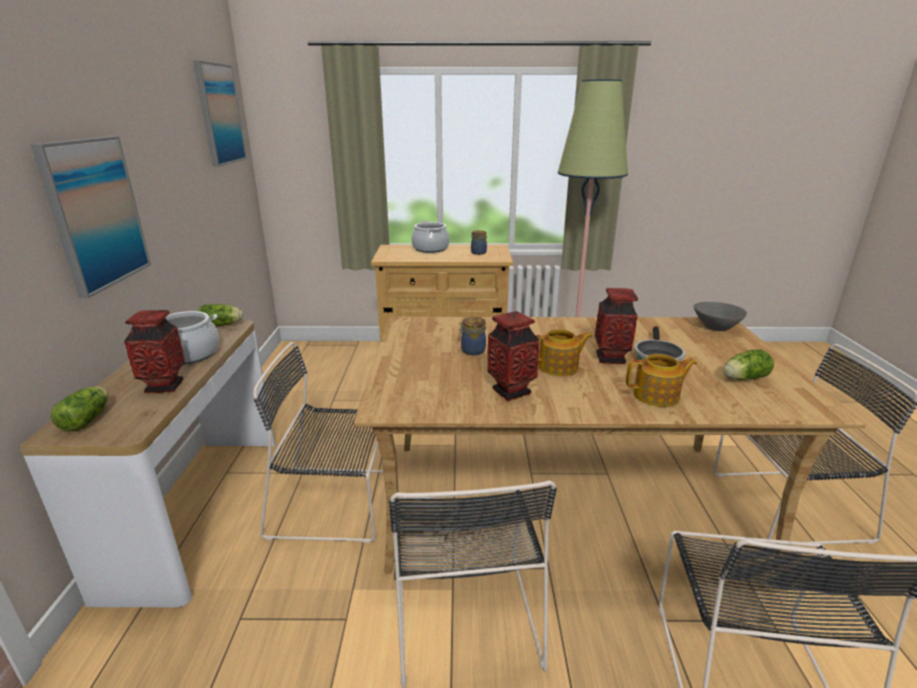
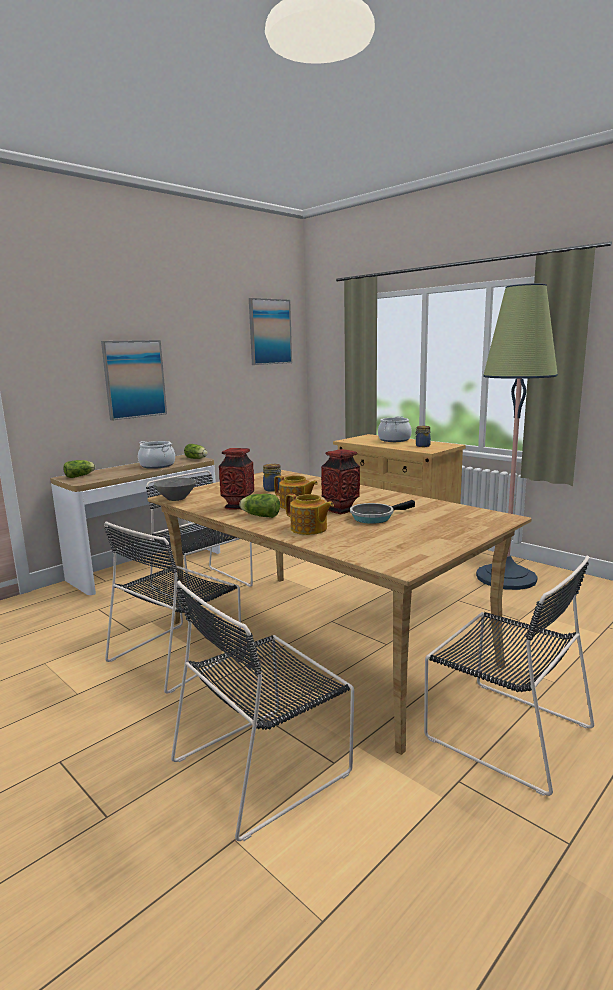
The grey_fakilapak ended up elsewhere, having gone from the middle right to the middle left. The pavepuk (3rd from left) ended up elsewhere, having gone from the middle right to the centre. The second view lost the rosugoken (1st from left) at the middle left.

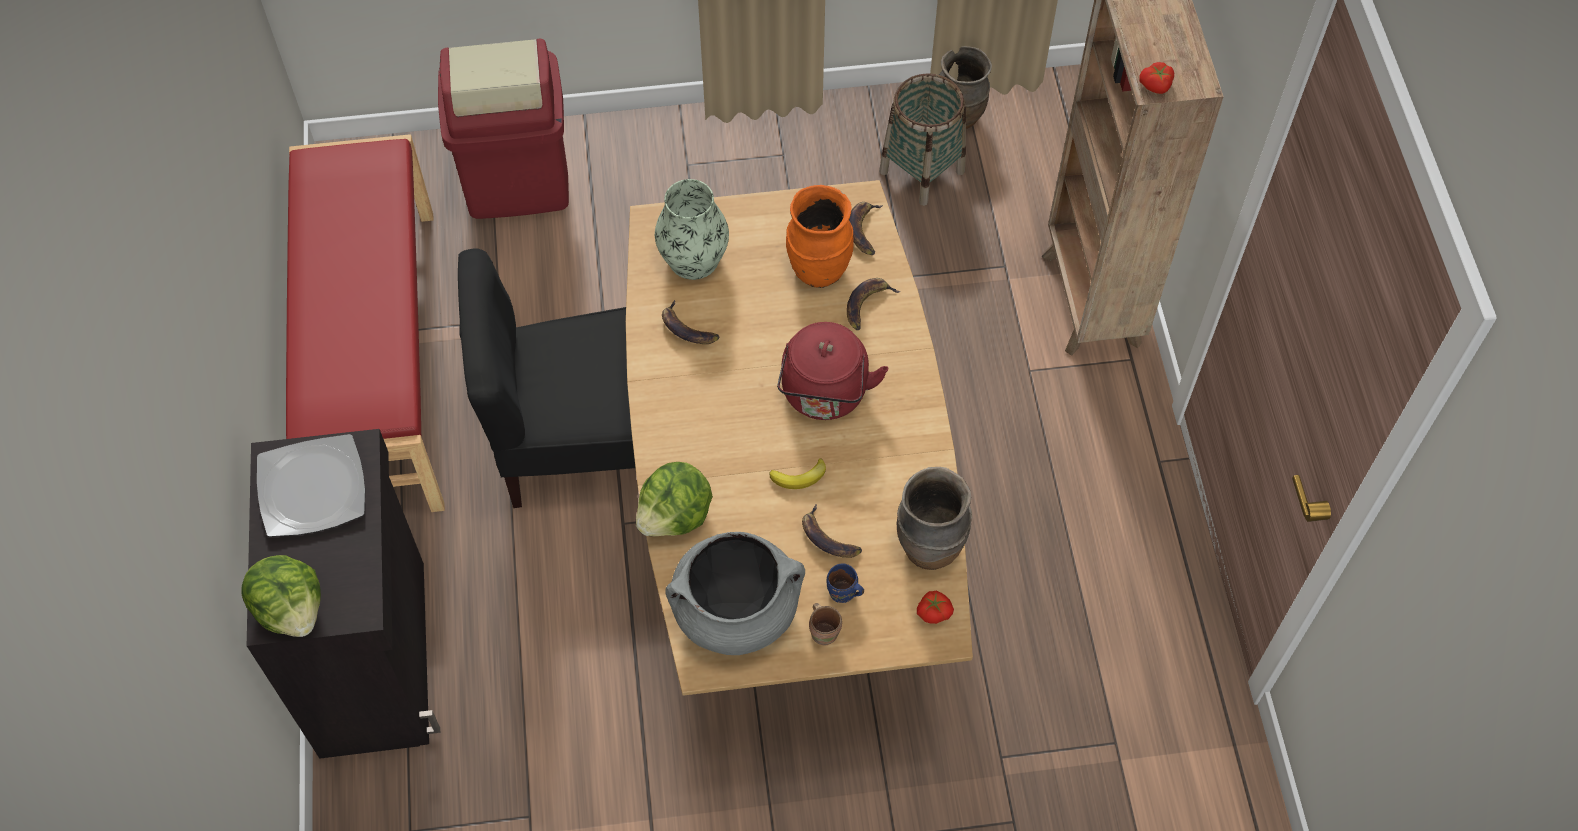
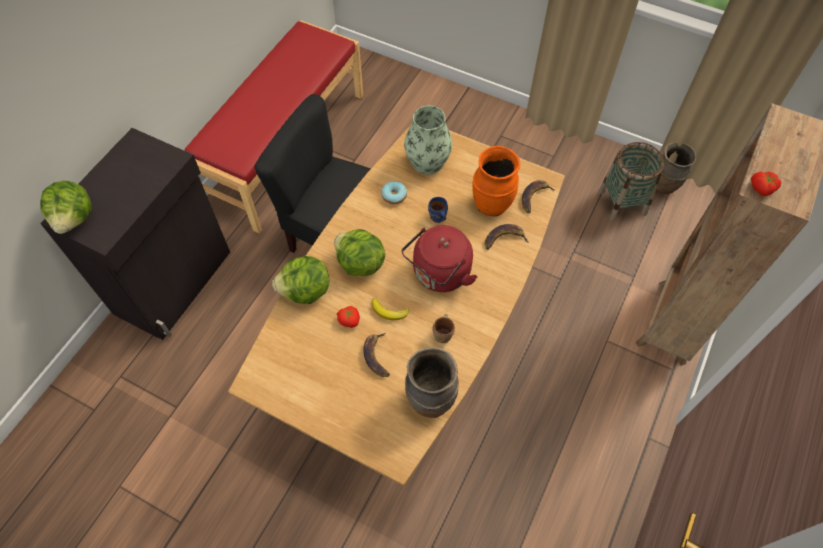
The second view gained the pavepuk (3rd from left) at the centre. The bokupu (1st from left) ended up elsewhere, having gone from the bottom centre to the centre. Where the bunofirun (1st from left) stood at the centre, the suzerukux came to stand at the centre. The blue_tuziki ended up elsewhere, having gone from the bottom centre to the centre. The brown_tuziki ended up elsewhere, having gone from the bottom centre to the centre. The second view lost the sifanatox at the middle left. The second view lost the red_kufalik at the top left. The second view lost the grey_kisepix at the bottom centre.

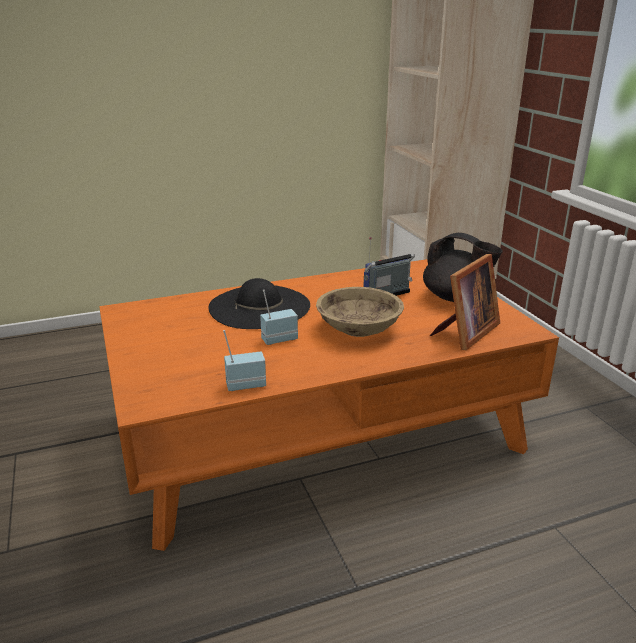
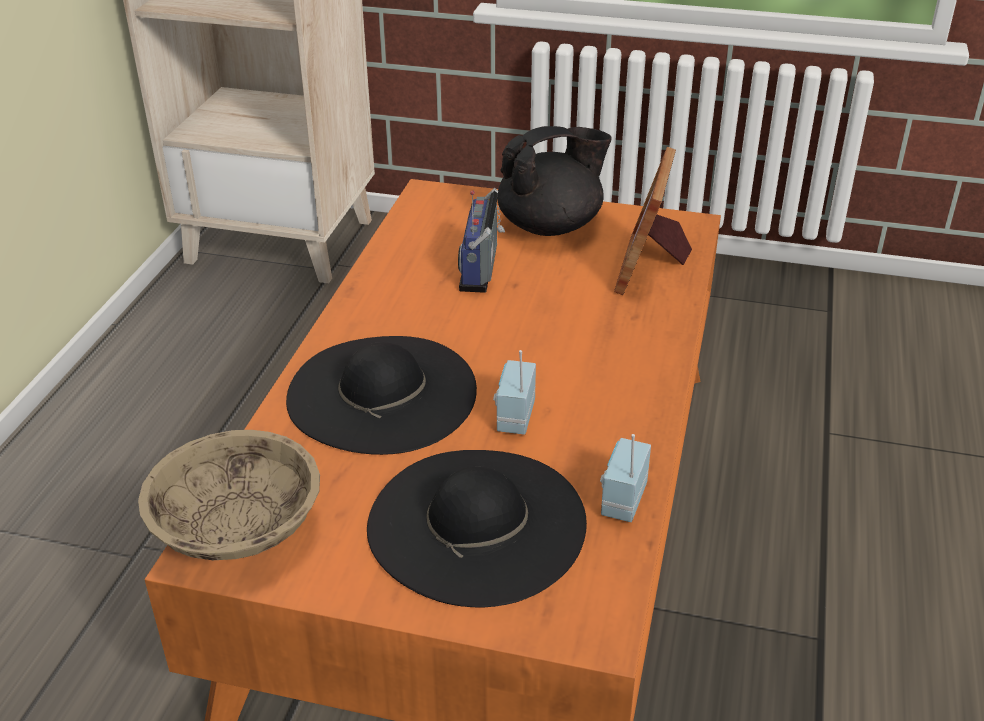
The beige_fakilapak ended up elsewhere, having gone from the centre to the bottom left. The second view gained the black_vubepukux (2nd from left) at the bottom centre. The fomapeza at the middle right ended up facing another way, 150 degrees counterclockwise from before.

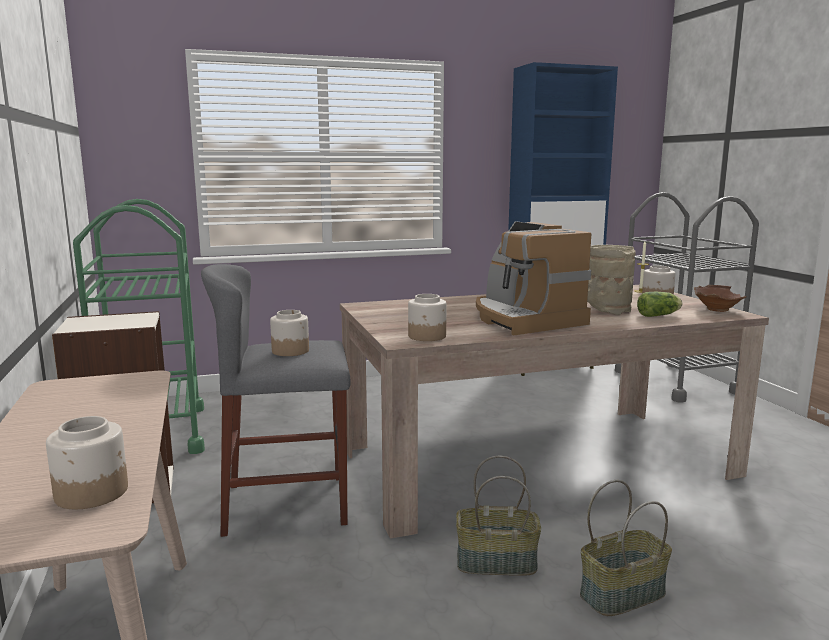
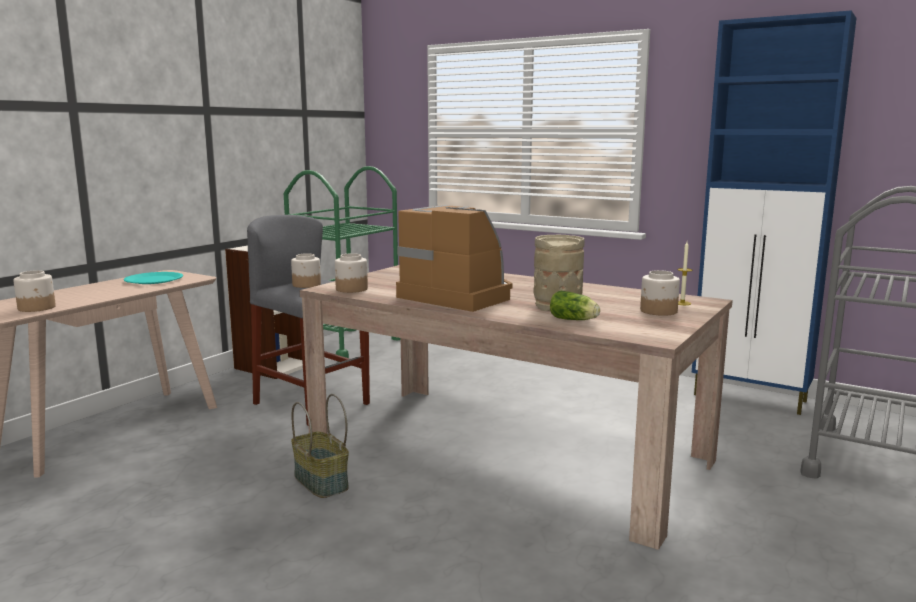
The second view gained the turquoise_sifanatox at the middle left. The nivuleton at the centre ended up facing another way, 105 degrees clockwise from before. The second view lost the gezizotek (2nd from left) at the bottom right. The second view lost the brown_fakilapak at the middle right.

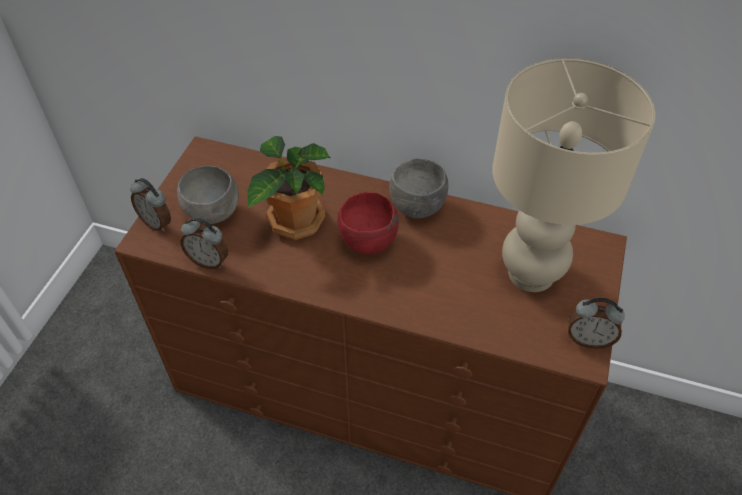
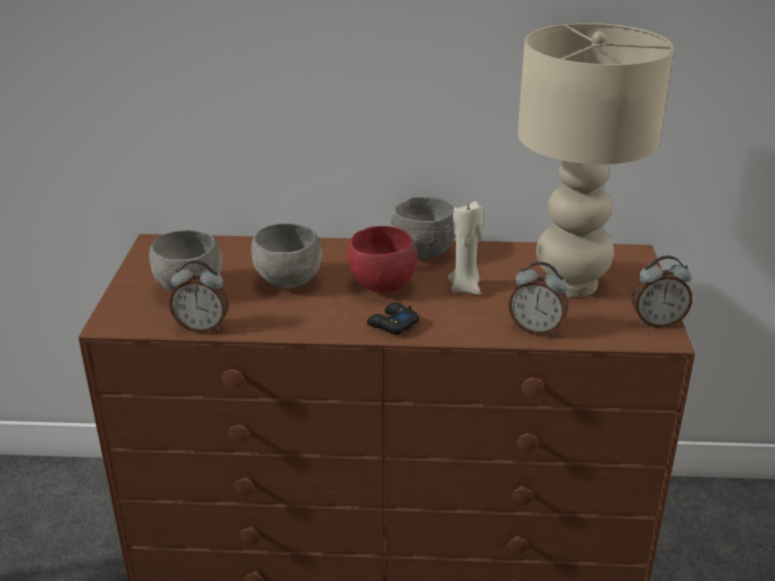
Where the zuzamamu stood at the centre, the grey_fakilapak (2nd from left) came to stand at the centre. The second view gained the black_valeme at the centre. The second view gained the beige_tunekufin at the centre. The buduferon (1st from left in the first image) ended up elsewhere, having gone from the middle left to the middle right.

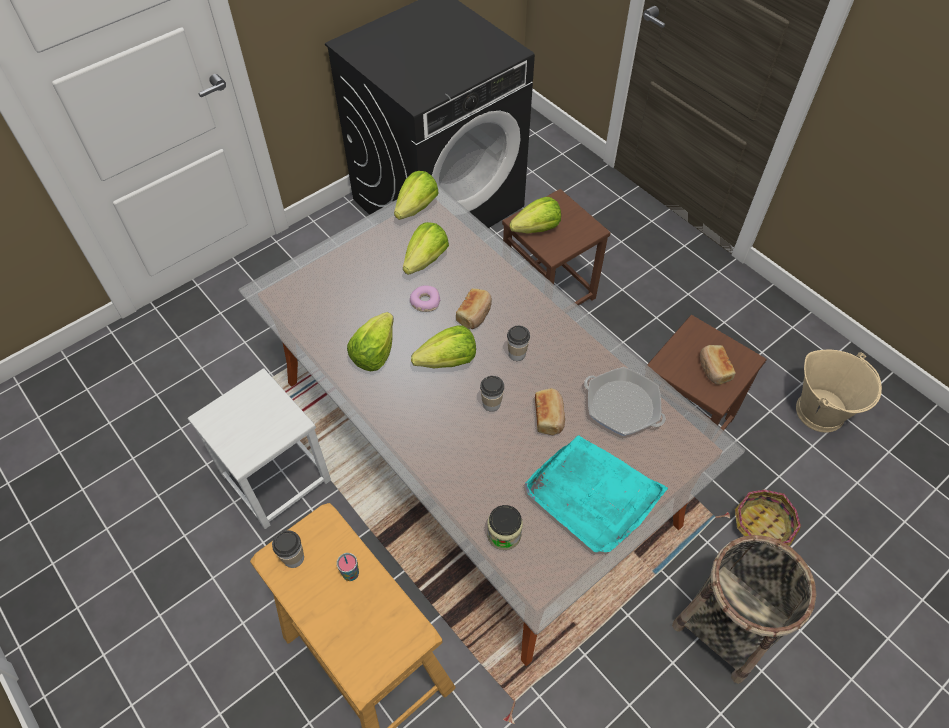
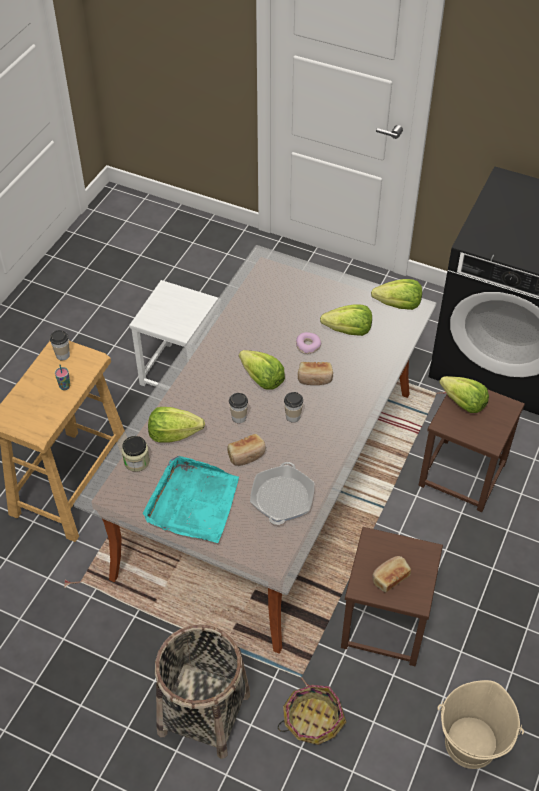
The pavepuk (1st from left) ended up elsewhere, having gone from the centre to the middle left.

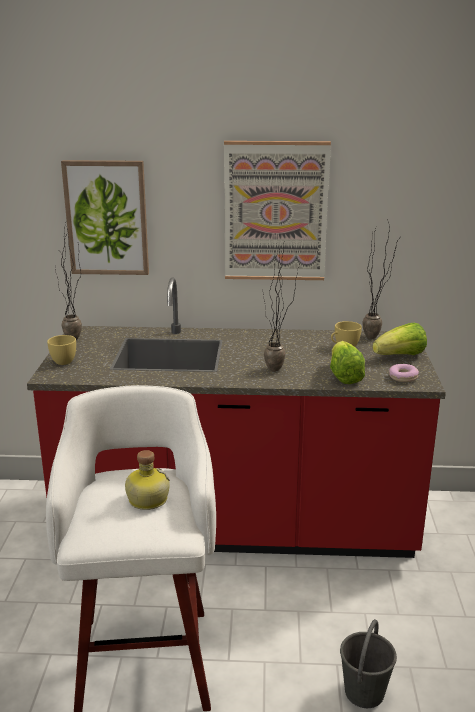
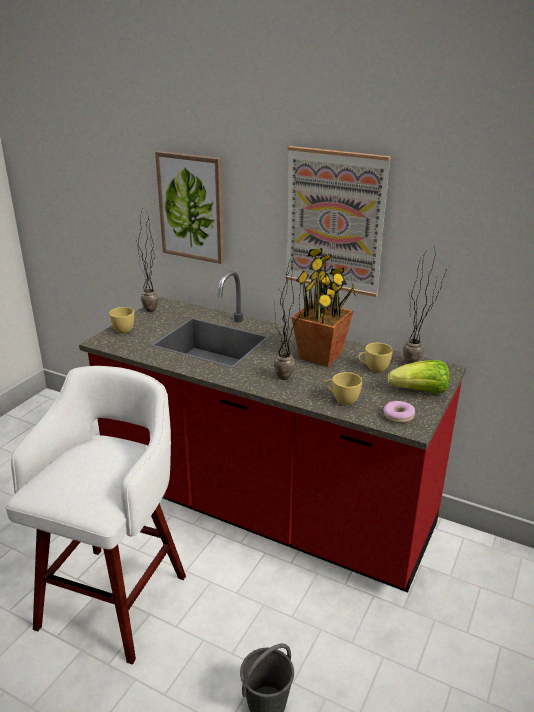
The second view gained the zuzamamu (3rd from left) at the centre. Where the pavepuk (1st from left) stood at the middle right, the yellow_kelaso (2nd from left) came to stand at the centre. The second view lost the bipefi at the bottom left.

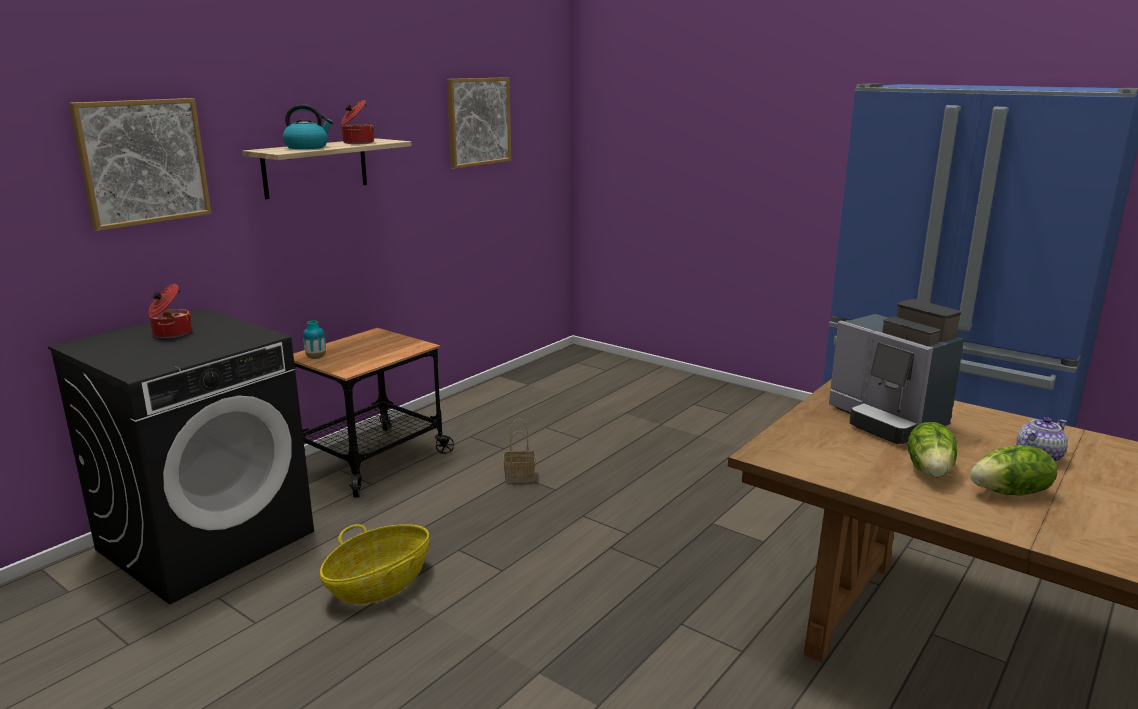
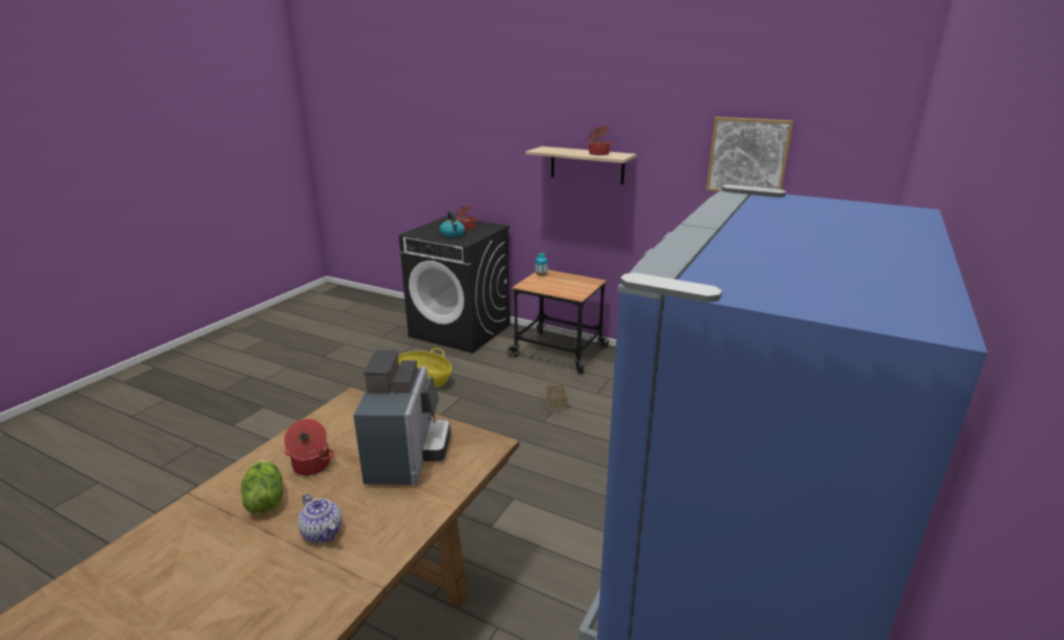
Where the pavepuk (1st from left) stood at the middle right, the kisepix (1st from left) came to stand at the bottom left. The nivuleton at the middle right ended up facing another way, 135 degrees clockwise from before. The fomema ended up elsewhere, having gone from the top left to the centre. The second view lost the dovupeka (1st from left) at the top left.

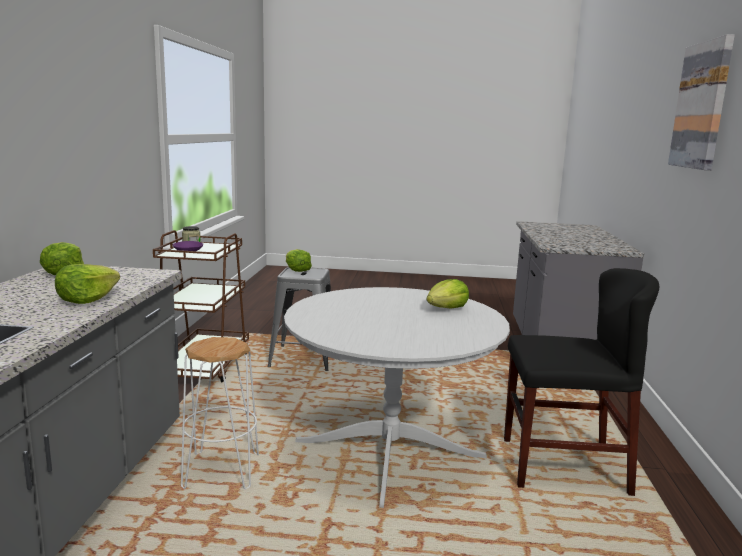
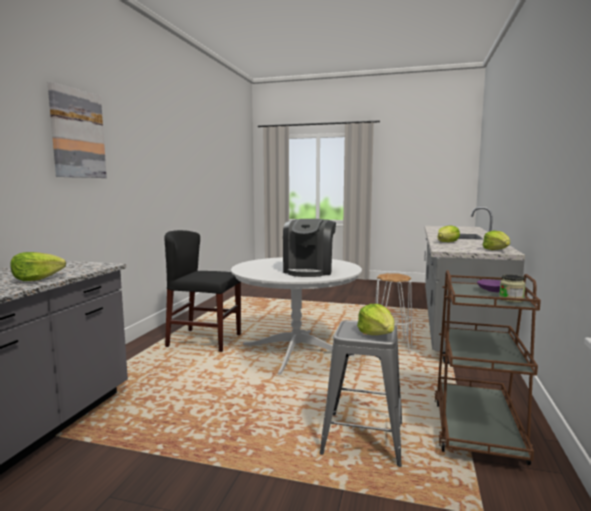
The pavepuk (4th from left in the first image) ended up elsewhere, having gone from the centre to the middle left. The second view gained the nivuleton at the centre.

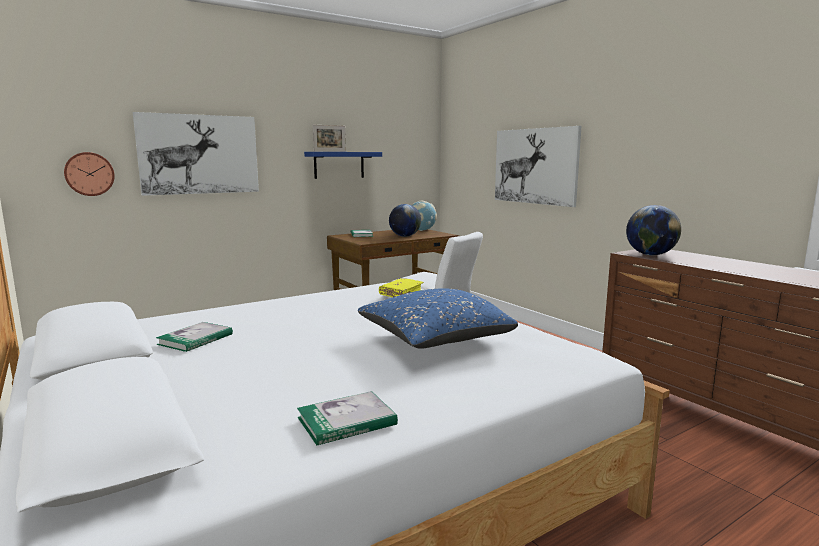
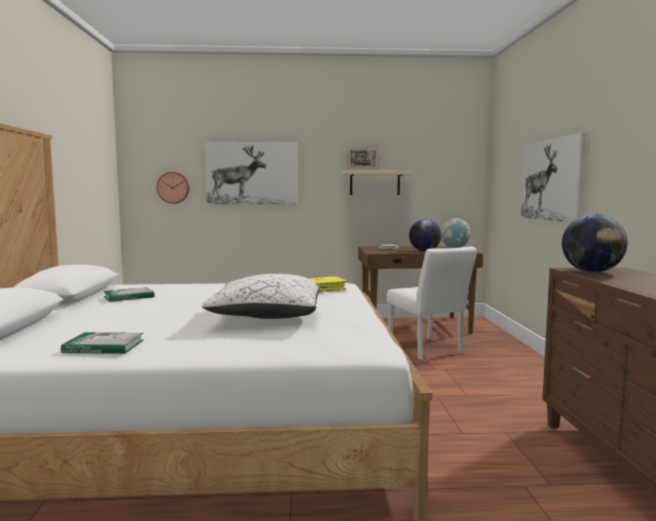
What was the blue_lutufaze at the centre turned into the white_lutufaze at the centre. What was the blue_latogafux at the top centre turned into the beige_latogafux at the centre.

